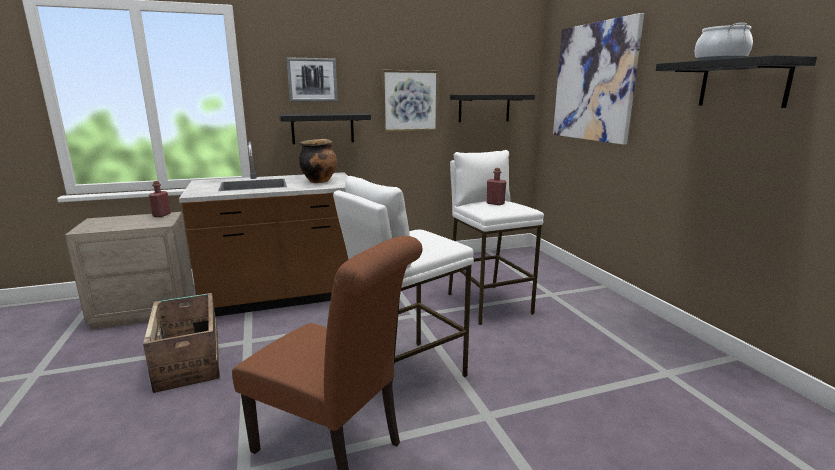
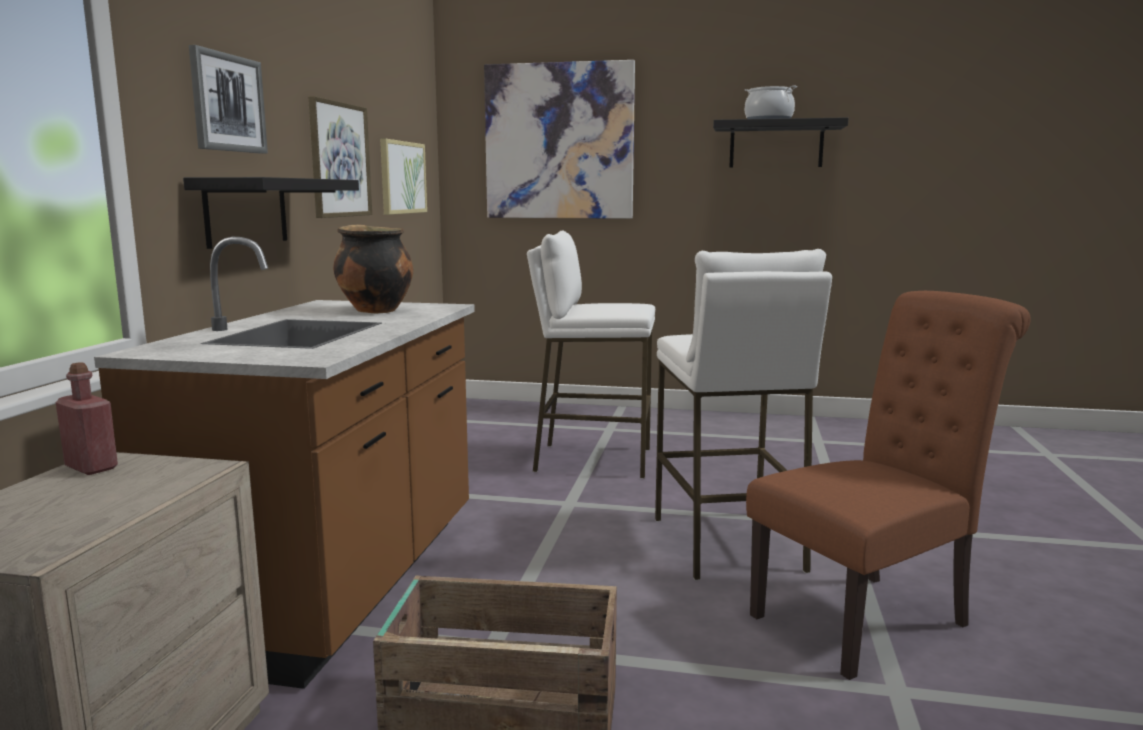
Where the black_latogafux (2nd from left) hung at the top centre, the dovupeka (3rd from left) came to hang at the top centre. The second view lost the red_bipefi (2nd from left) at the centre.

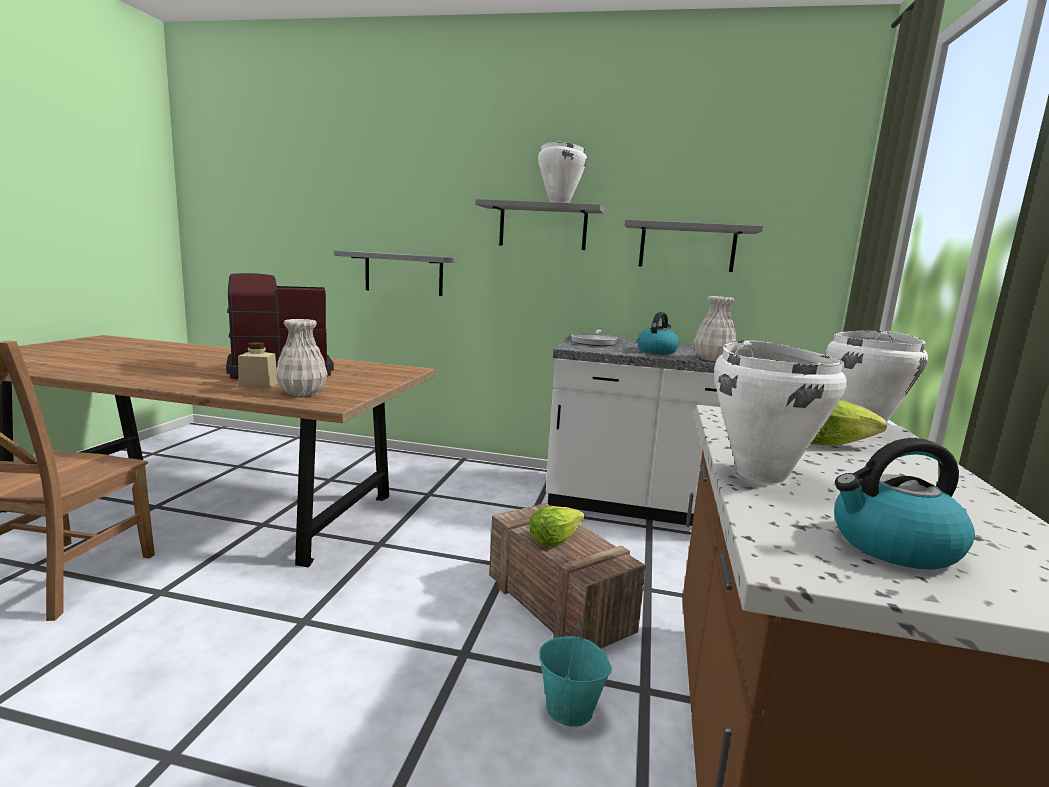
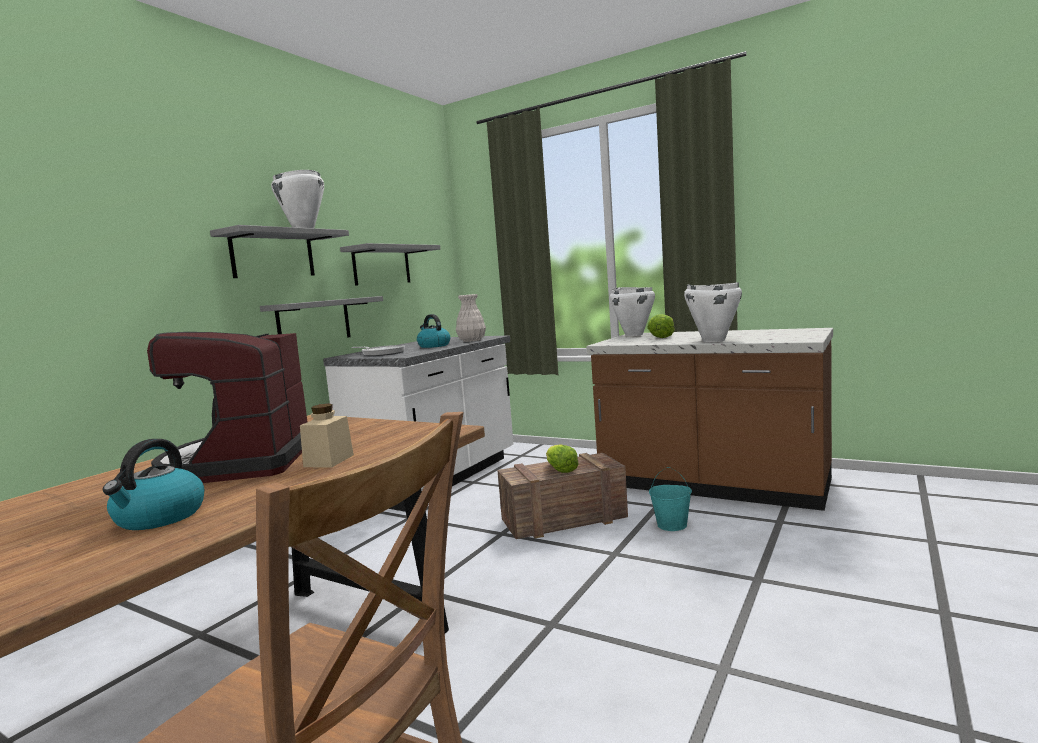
The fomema (2nd from left in the first image) ended up elsewhere, having gone from the middle right to the middle left. The grey_latogafux (1st from left in the first image) ended up elsewhere, having gone from the centre to the middle left. The second view lost the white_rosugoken (1st from left) at the middle left.

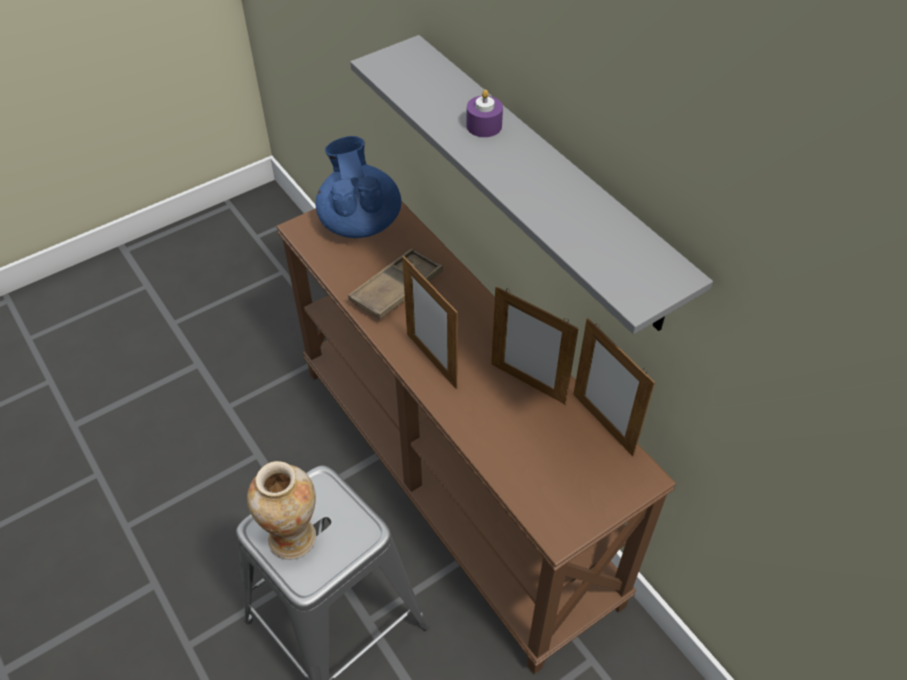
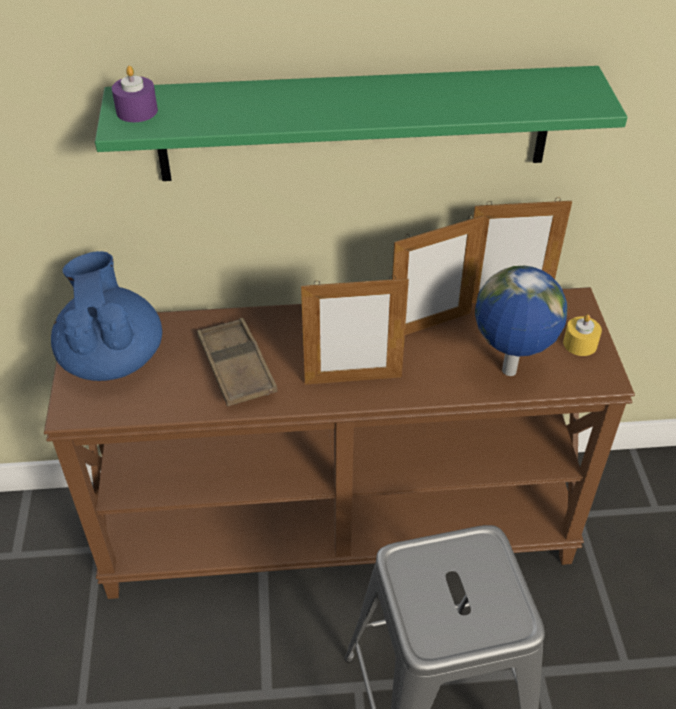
The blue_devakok at the top centre ended up facing another way, 60 degrees clockwise from before. What was the grey_latogafux at the top centre turned into the green_latogafux at the top centre. The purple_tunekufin ended up elsewhere, having gone from the top centre to the top left. The second view gained the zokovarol at the middle right. The second view gained the yellow_tunekufin at the middle right. The second view lost the rosugoken at the bottom left.

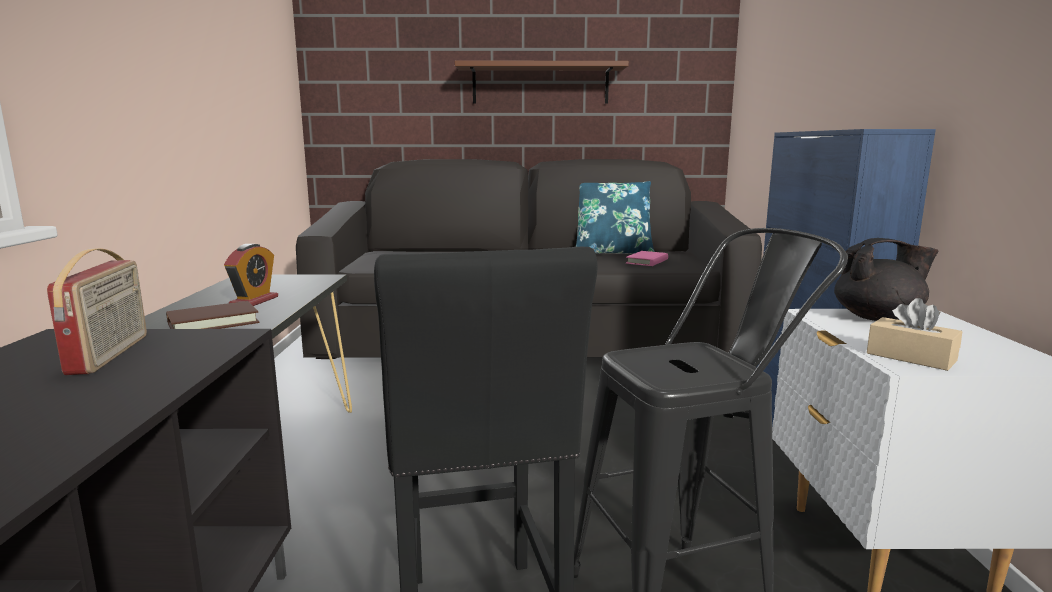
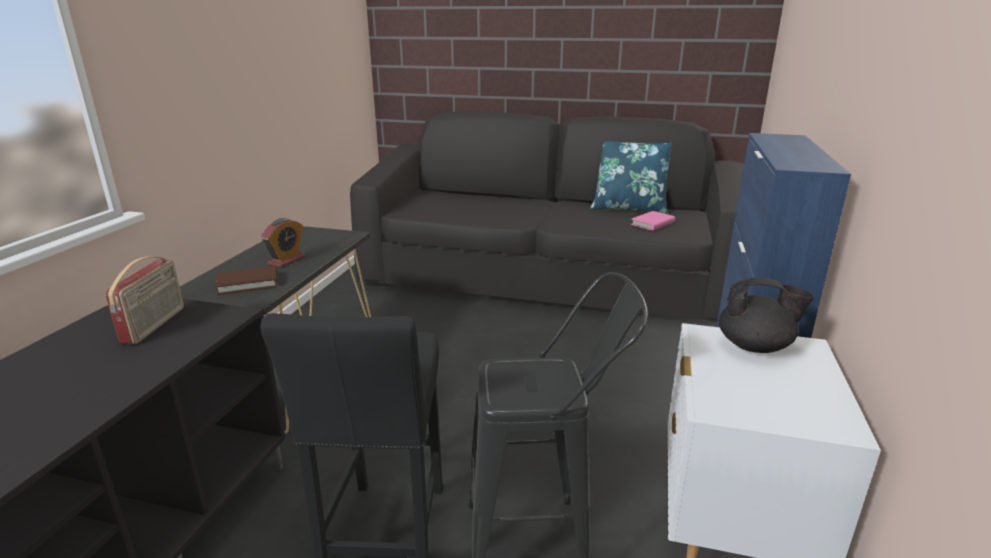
The second view lost the brown_latogafux at the top centre. The second view lost the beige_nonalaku at the middle right.

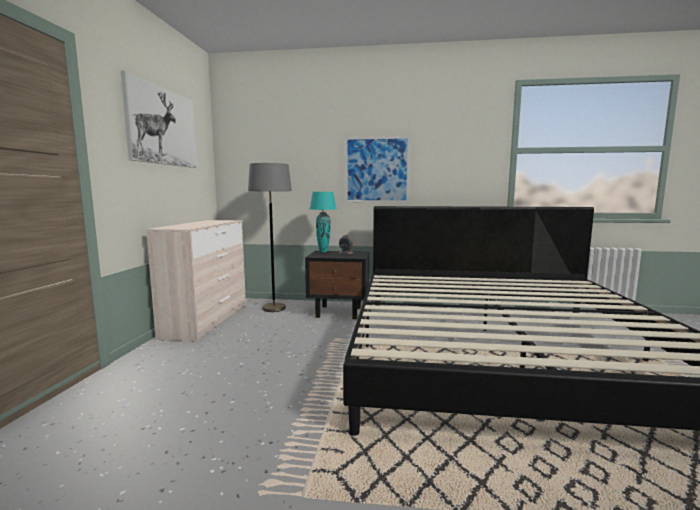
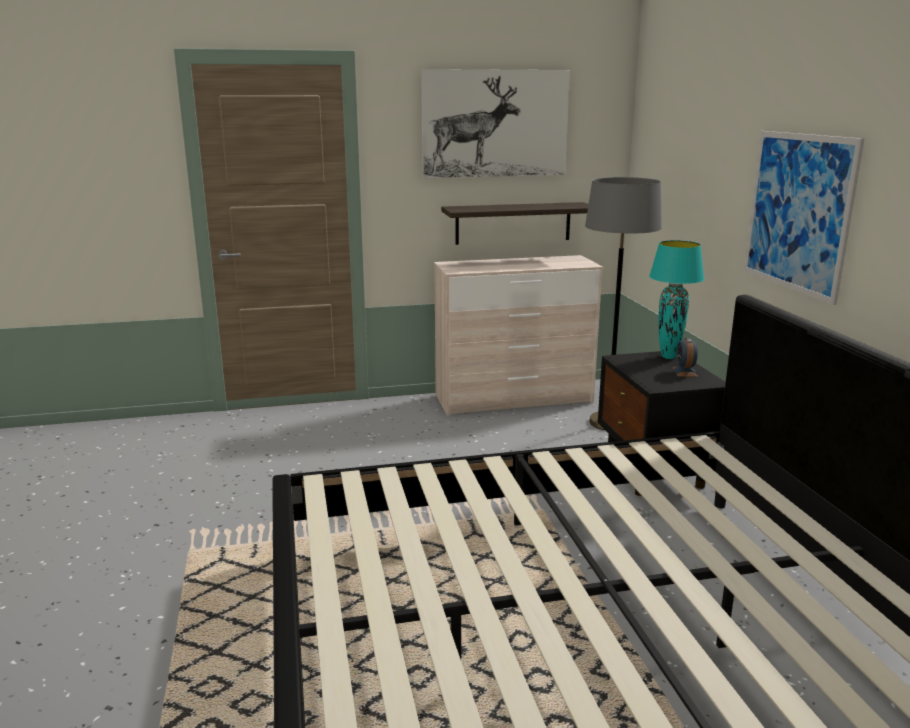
The second view gained the latogafux at the top centre.

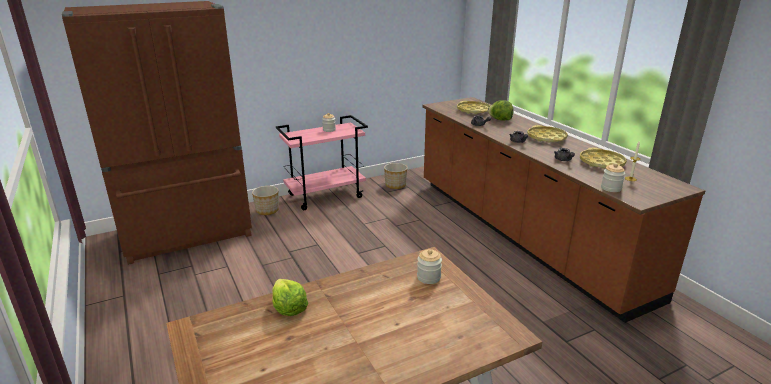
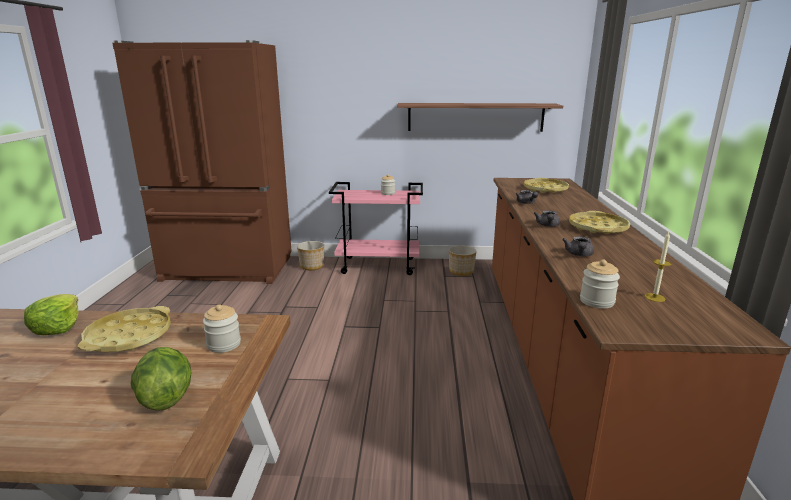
The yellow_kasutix (3rd from left in the first image) ended up elsewhere, having gone from the middle right to the middle left. The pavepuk (2nd from left) ended up elsewhere, having gone from the top centre to the bottom left. The second view gained the latogafux at the top centre.

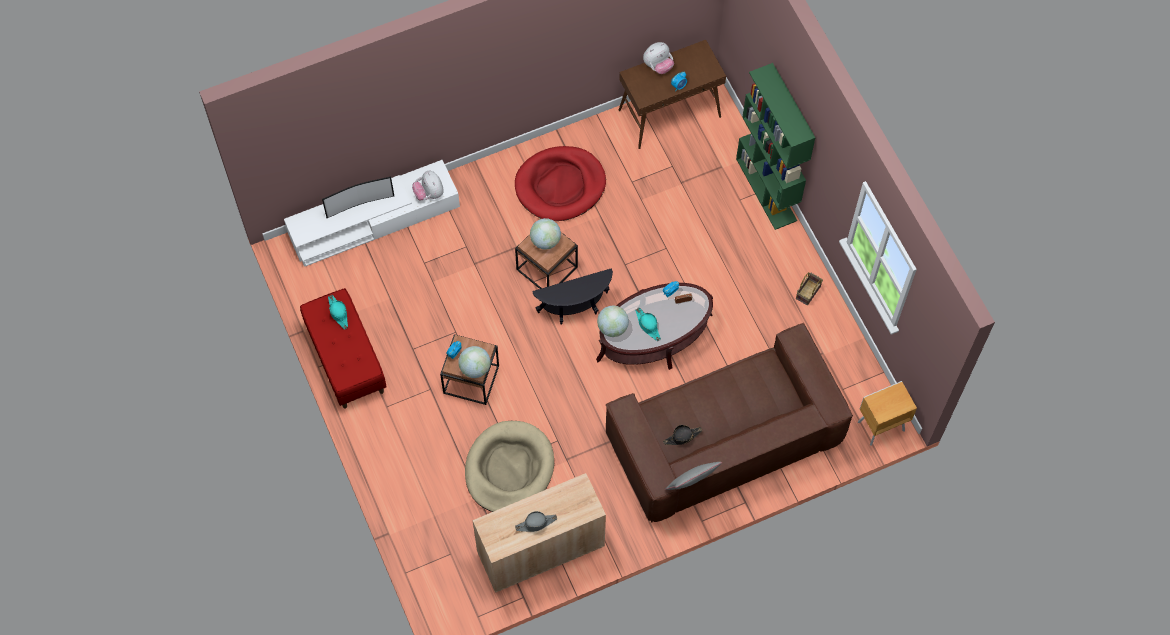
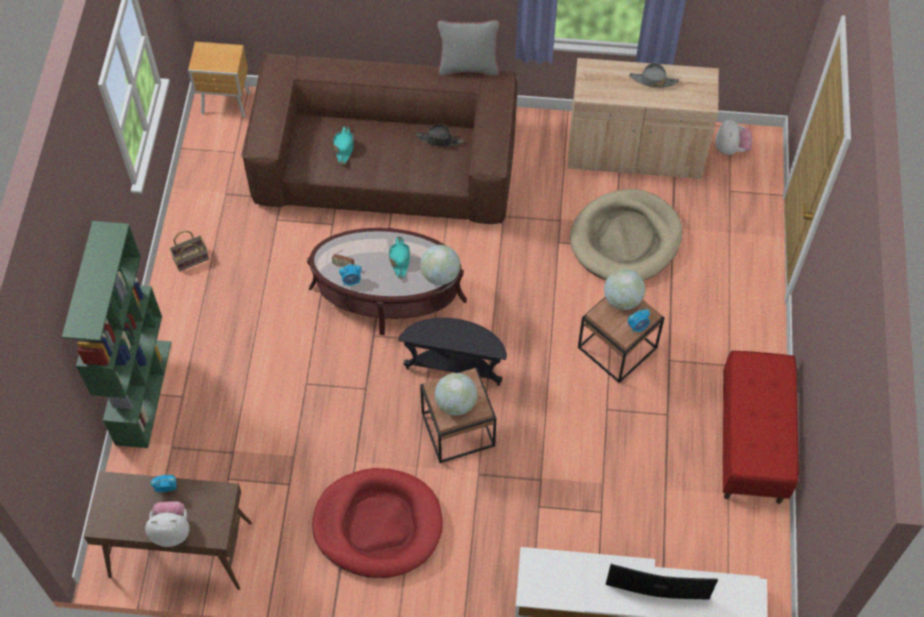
The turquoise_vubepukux (1st from left) ended up elsewhere, having gone from the middle left to the top centre. The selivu (1st from left in the first image) ended up elsewhere, having gone from the top centre to the top right.

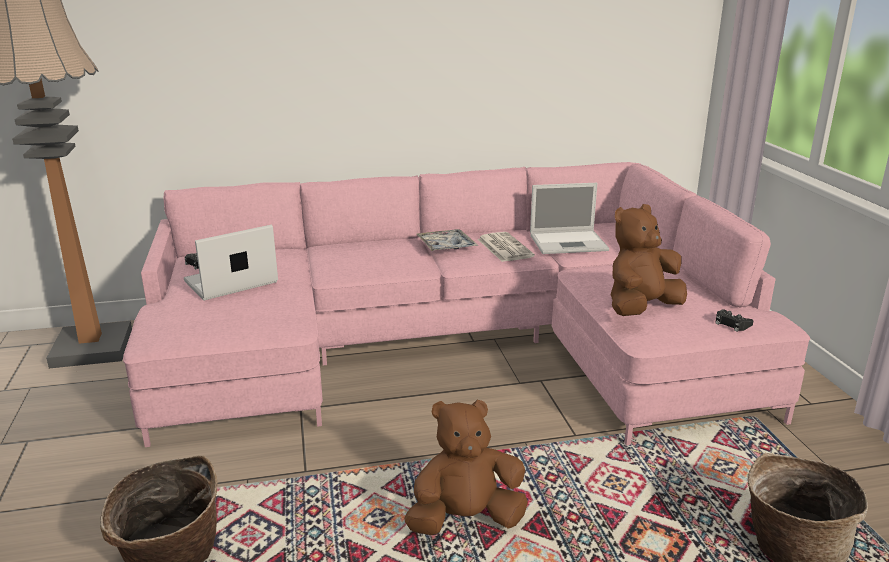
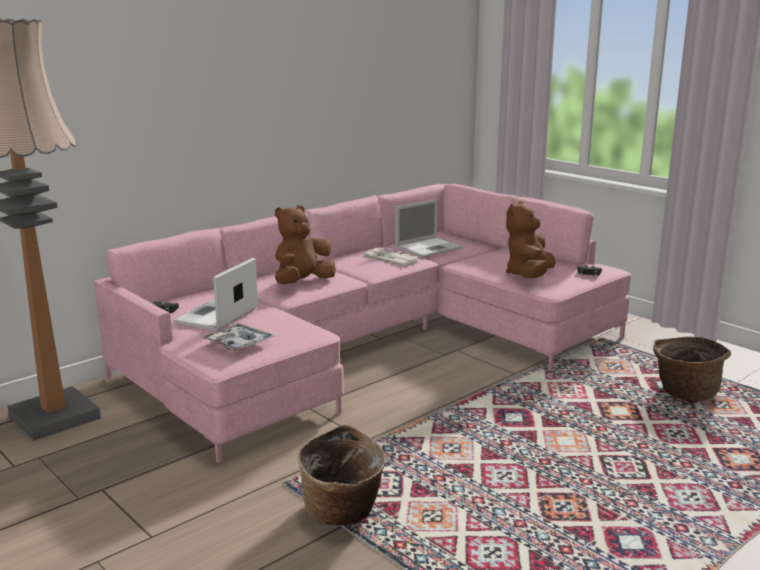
The kasutix ended up elsewhere, having gone from the centre to the middle left. The brown_selivu (1st from left) ended up elsewhere, having gone from the bottom centre to the centre.

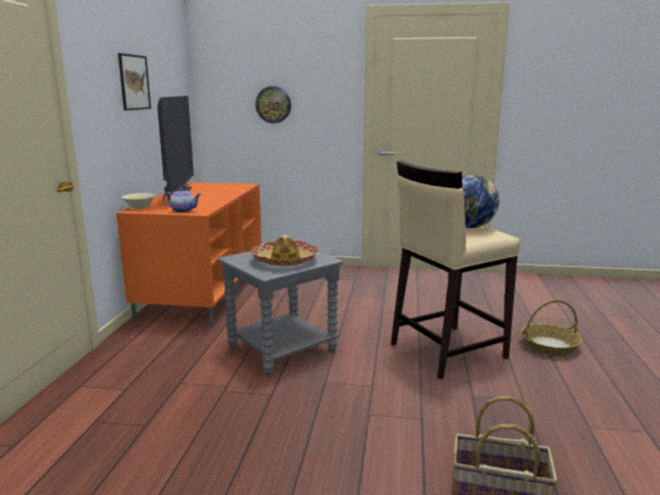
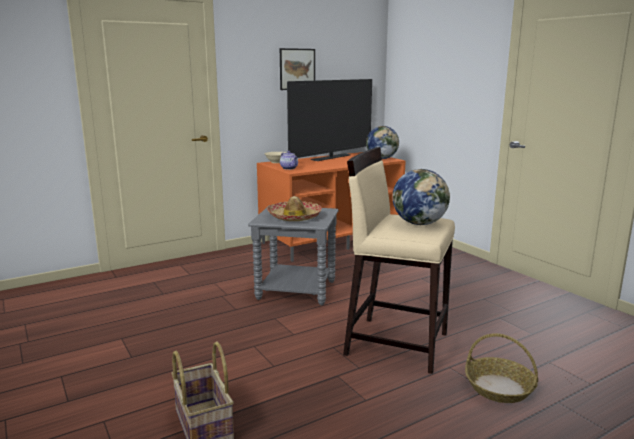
The second view gained the zokovarol (1st from left) at the top centre. The second view lost the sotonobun at the top centre.

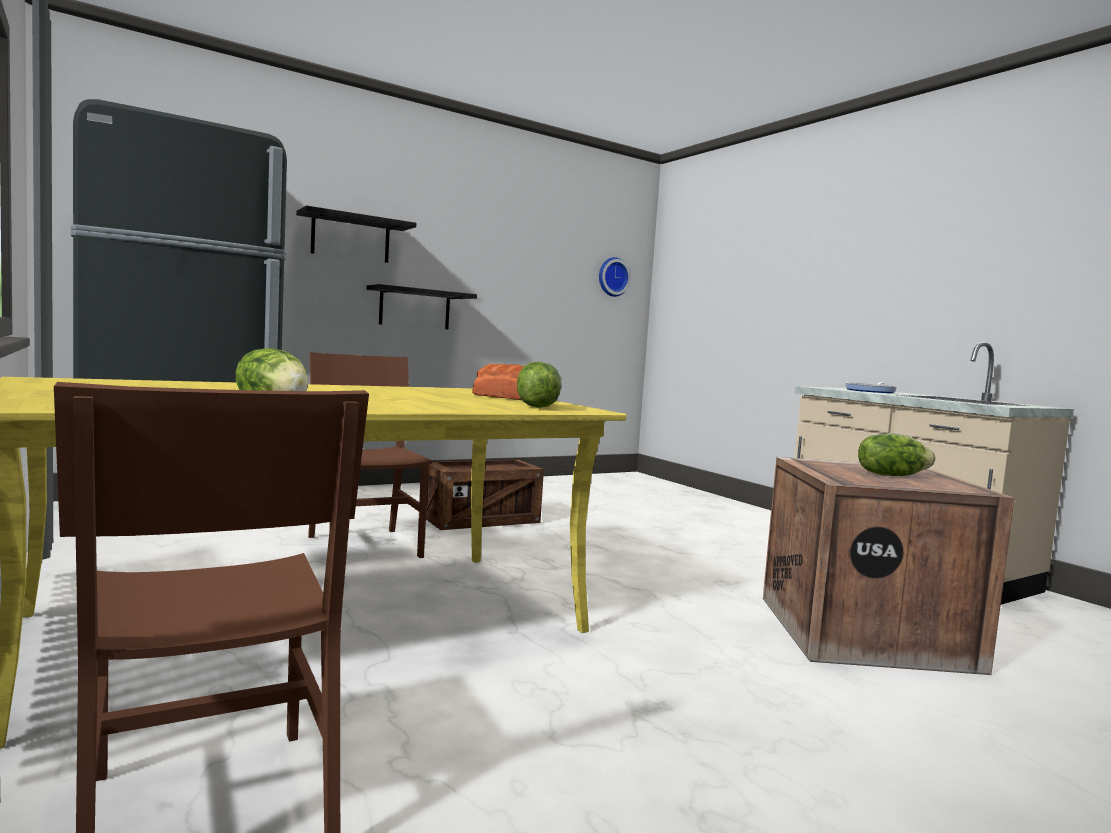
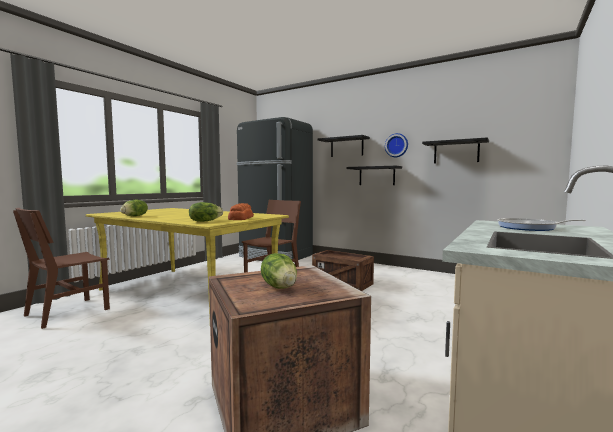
The sotonobun ended up elsewhere, having gone from the top centre to the centre. The second view gained the black_latogafux (3rd from left) at the middle right.

